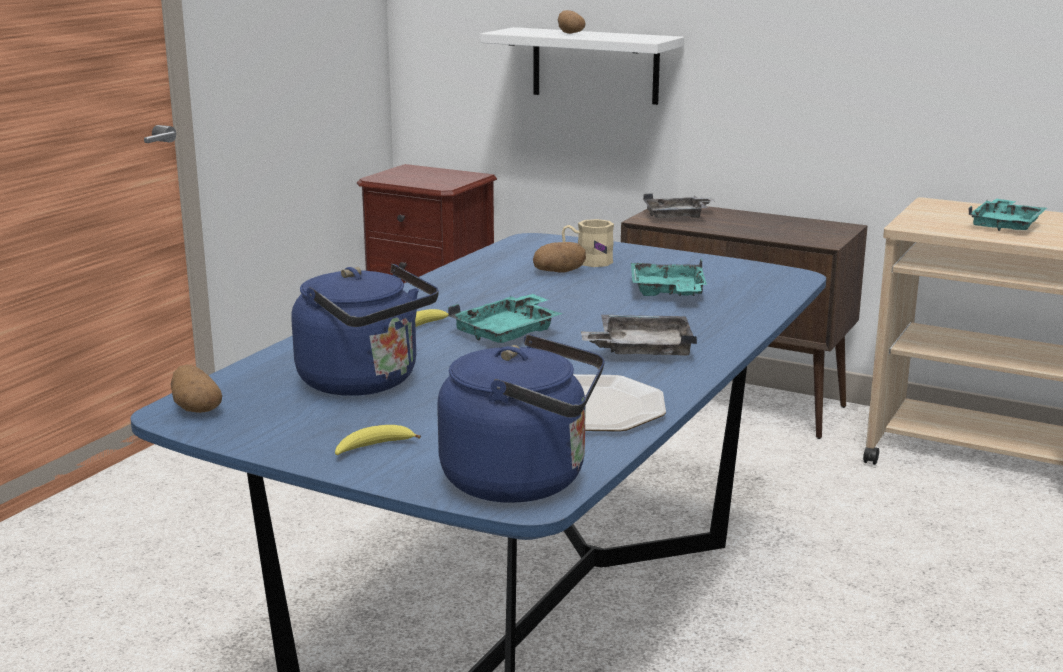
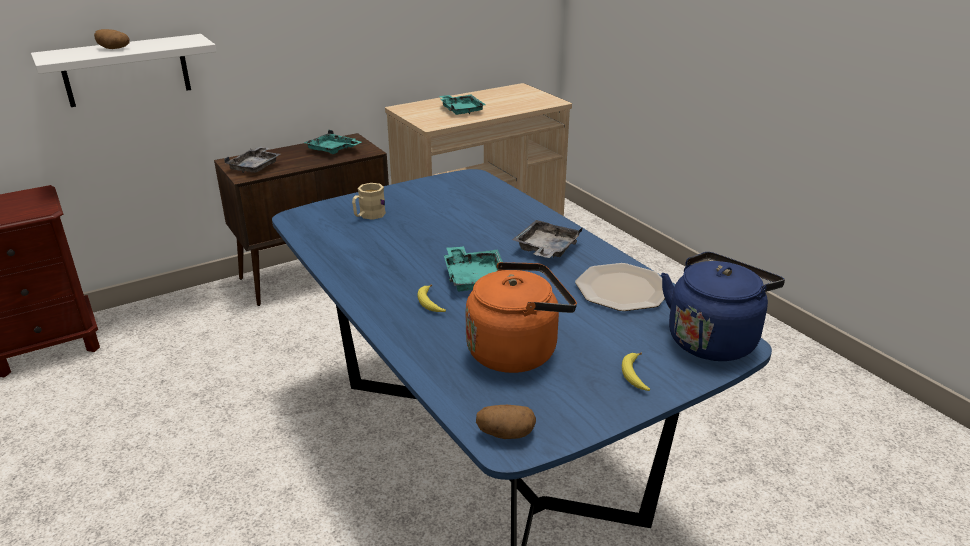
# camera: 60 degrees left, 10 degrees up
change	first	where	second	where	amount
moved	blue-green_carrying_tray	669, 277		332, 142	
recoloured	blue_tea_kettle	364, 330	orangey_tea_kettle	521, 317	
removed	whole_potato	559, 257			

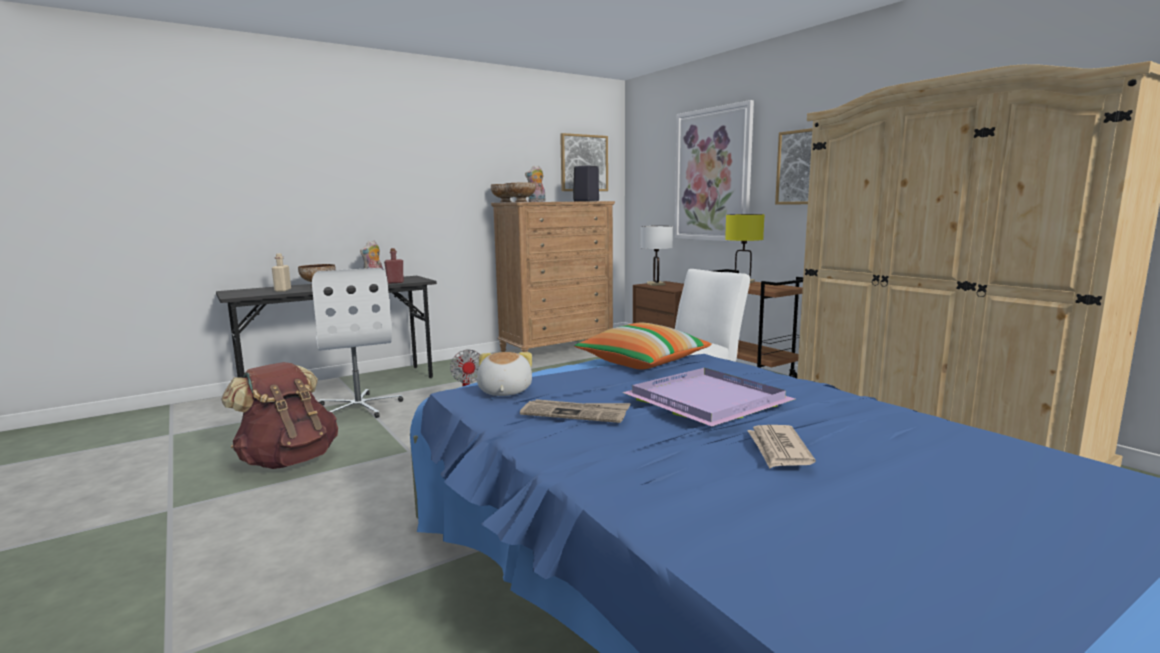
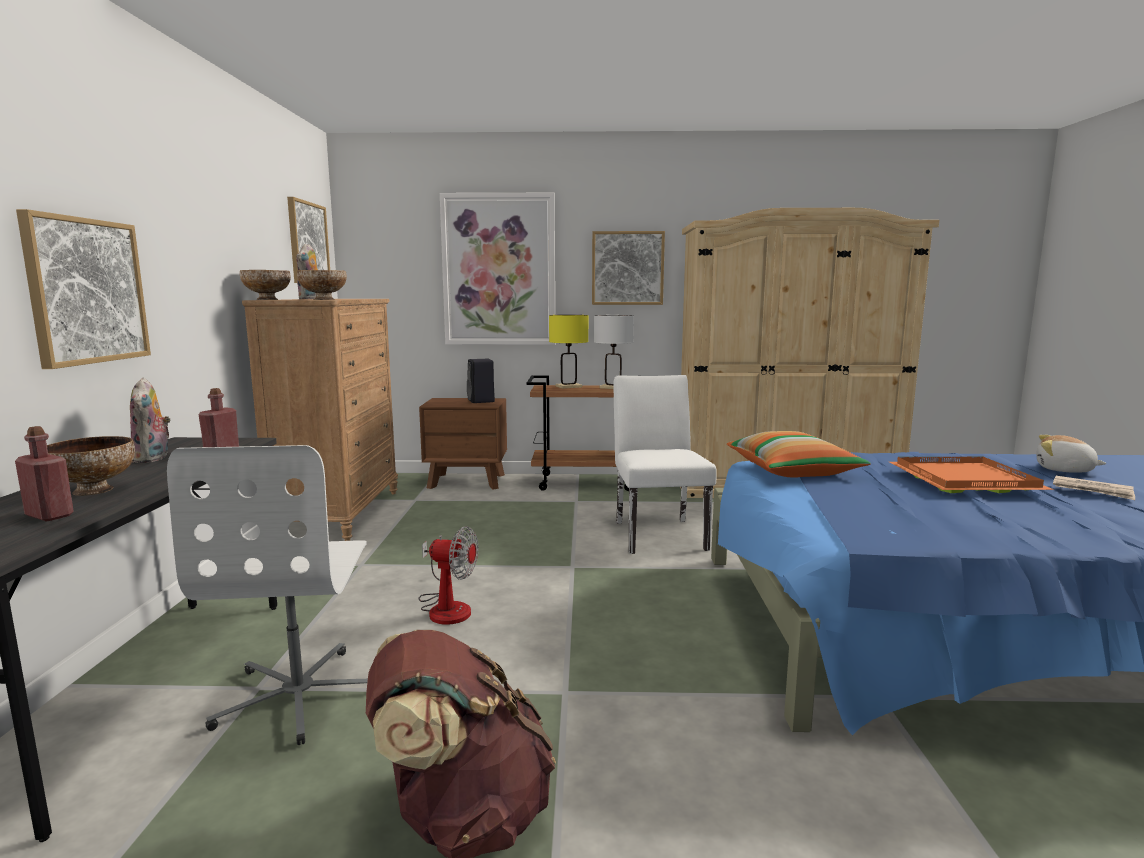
# camera: 55 degrees left, 0 degrees up
change	first	where	second	where	amount
recoloured	sand-coloured_bottle	281, 272	reddish_bottle	44, 473	
added			picture	83, 289	
turned	whitish_computer_chair	357, 343		267, 595	75 degrees clockwise
moved	black-coloured_audio_speaker	586, 183		481, 381	
moved	whitish_tabletop_lamp	657, 256		614, 352	
recoloured	purple-coloured_carrying_tray	708, 397	orangey_carrying_tray	972, 475	
moved	plush_toy	504, 374		1071, 454	
removed	newspaper	575, 411			

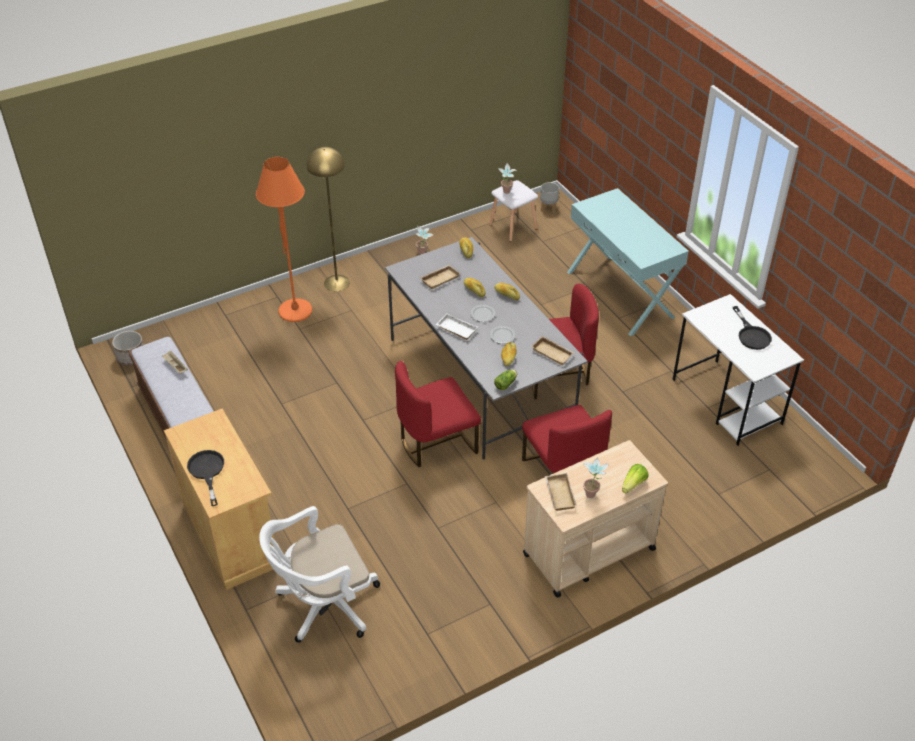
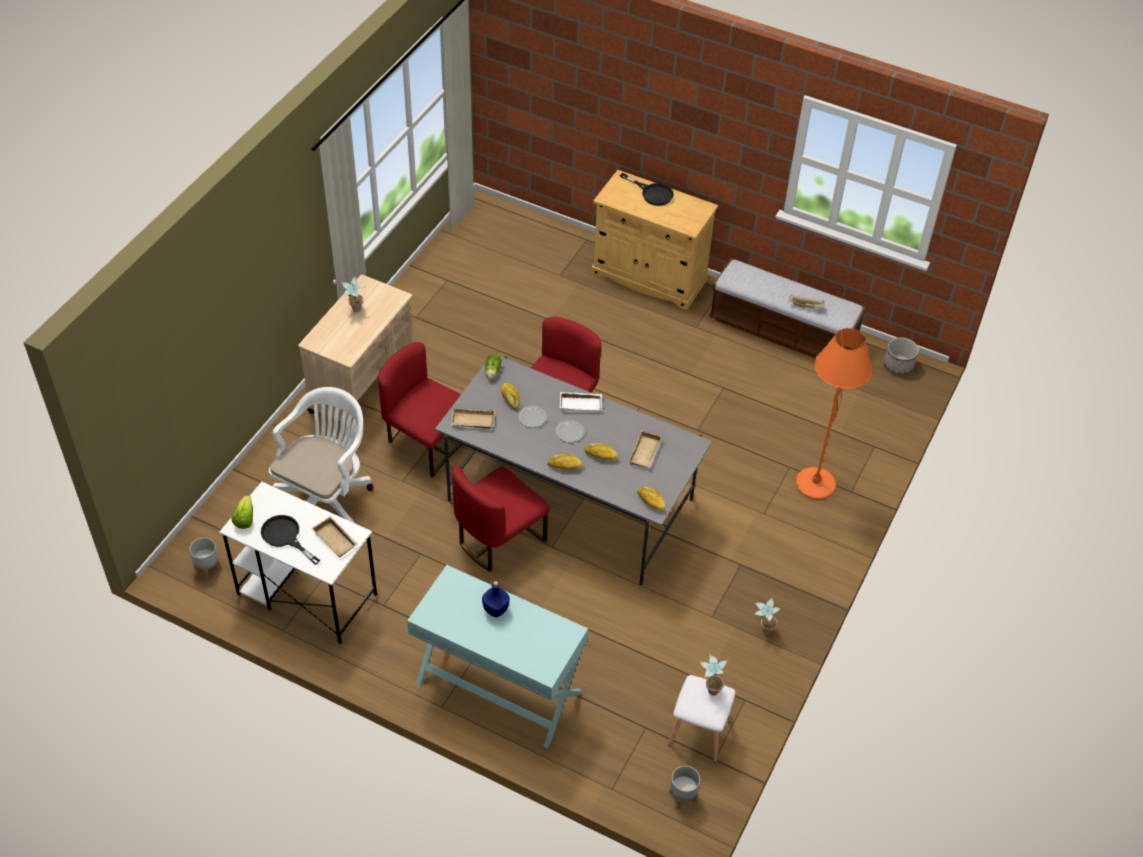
# camera: 145 degrees right, 5 degrees up
change	first	where	second	where	amount
added			greyish_flower_pot	205, 558	
moved	lettuce	635, 479		242, 512	
moved	whitish_computer_chair	319, 574		321, 455	
moved	sand-coloured_carrying_tray	561, 492		335, 537	
added			blue_bottle	496, 599	
removed	yellow-coloured_standard_lamp	328, 219			

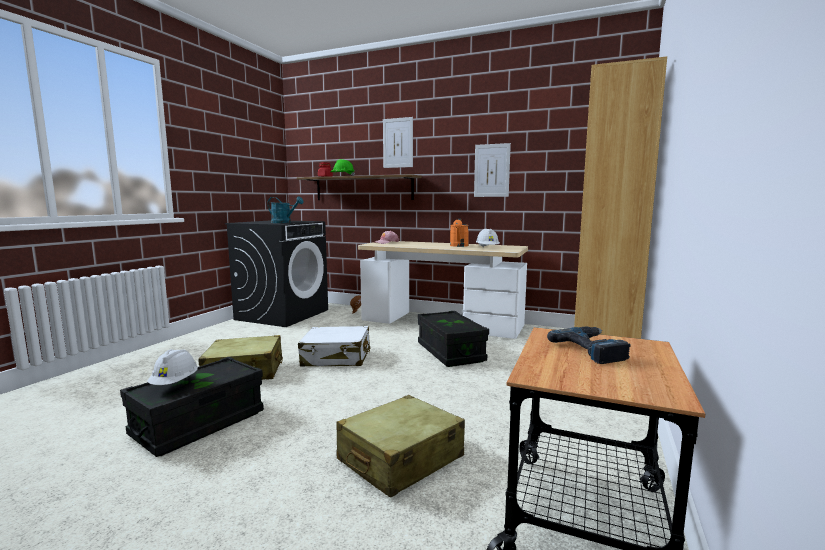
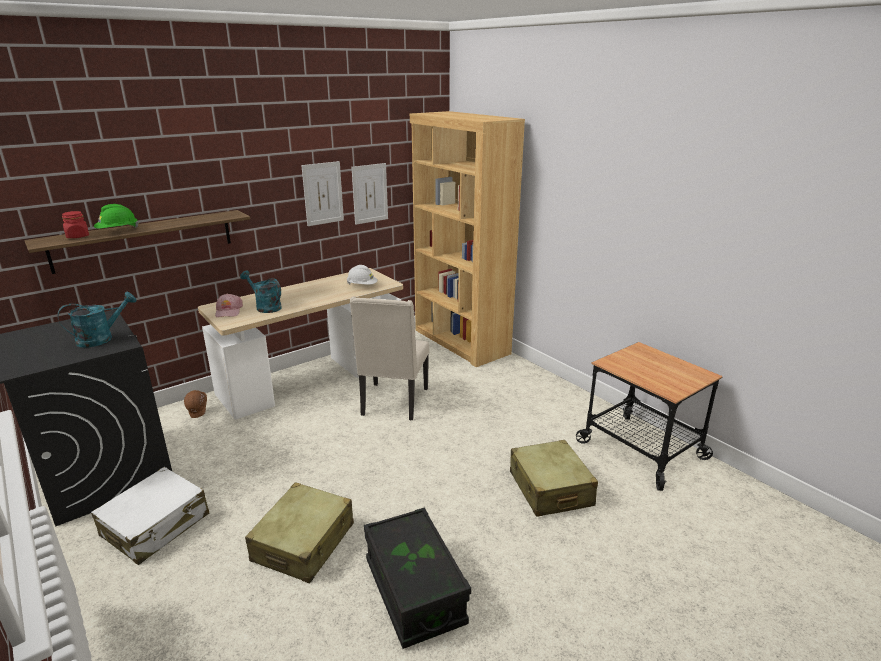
# camera: 60 degrees left, 15 degrees up
change	first	where	second	where	amount
moved	whitish_travel_case	334, 346		150, 516	
added			blue-green_sprinkling_can	261, 292	
replaced	black-coloured_storage_bin	453, 339	sand-coloured_upright_chair	389, 358	
moved	picture	398, 142		370, 194	
removed	whitish_work_helmet	173, 367			
removed	orangey_sprinkling_can	459, 233			
removed	drill	589, 345			

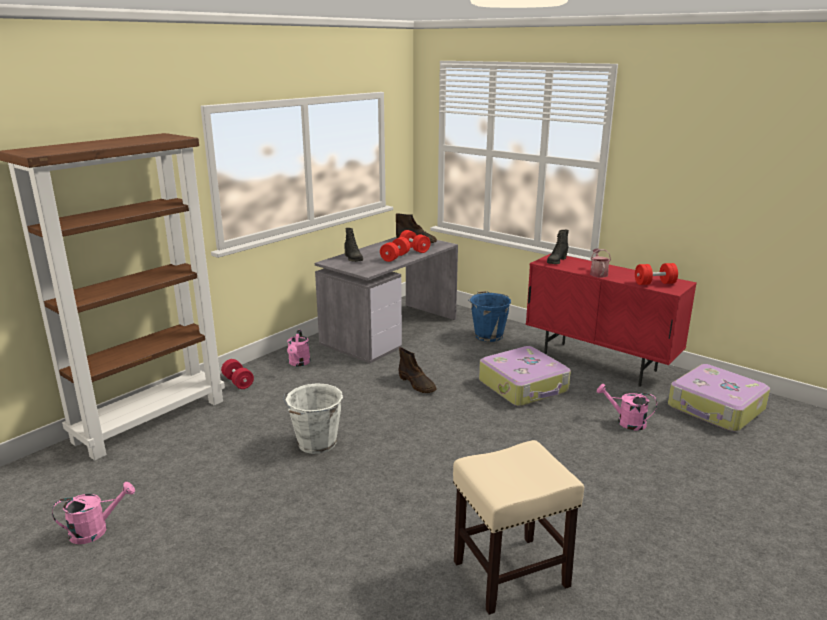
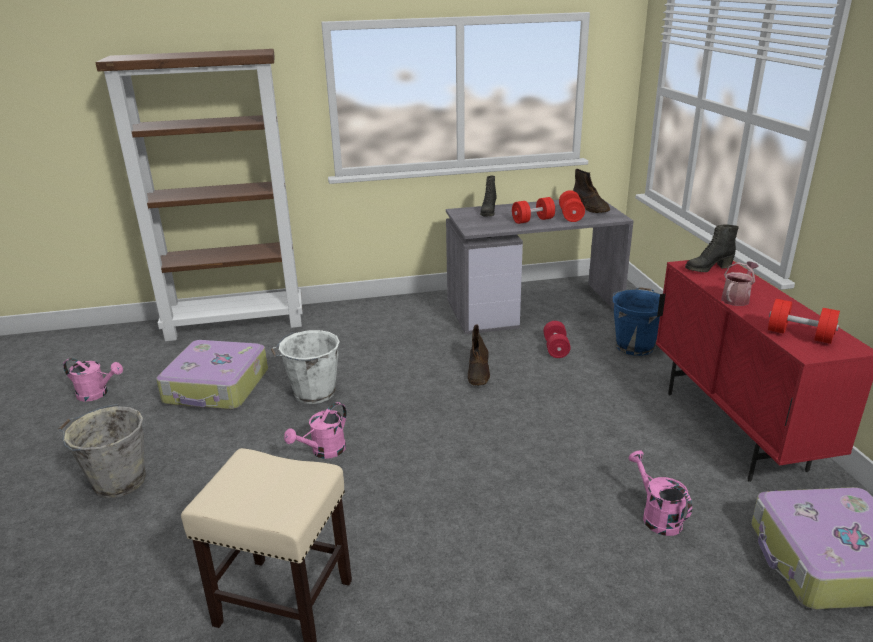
# camera: 40 degrees right, 5 degrees up
change	first	where	second	where	amount
added			greyish_bucket	102, 451	
moved	travel_case	525, 376		212, 375	
moved	pinkish_sprinkling_can	299, 348		315, 430	
moved	reddish_hand_weight	237, 374		557, 339	

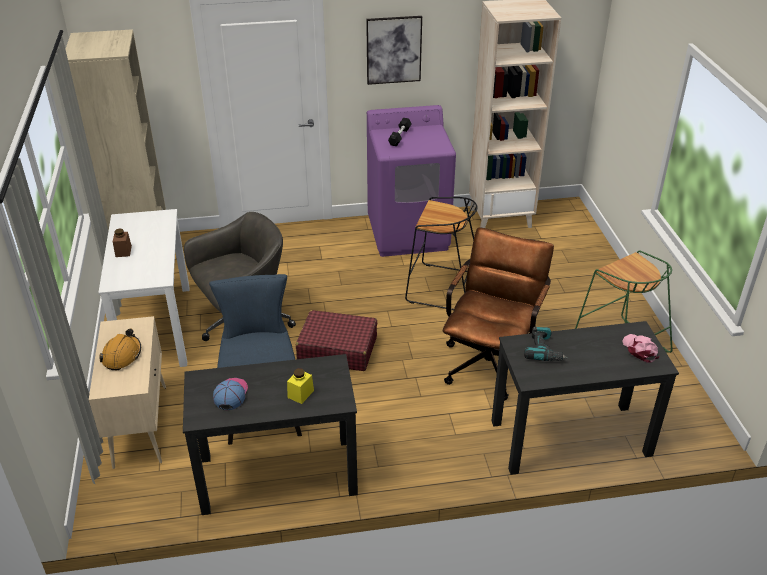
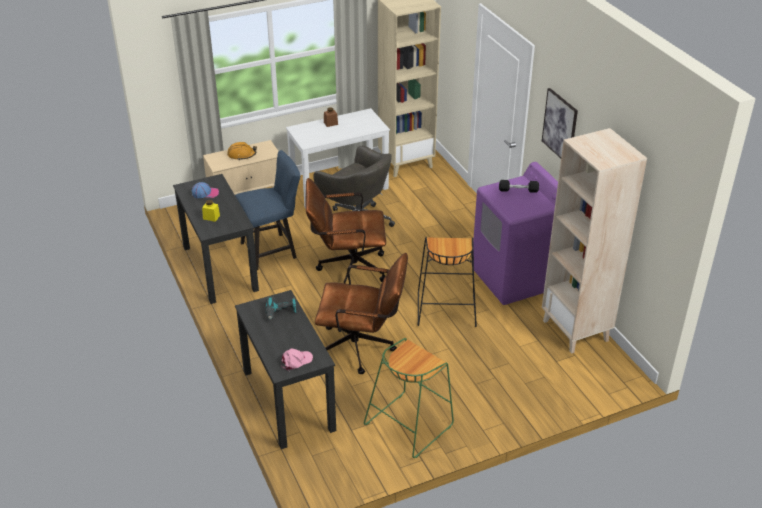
# camera: 75 degrees right, 0 degrees up
change	first	where	second	where	amount
replaced	reddish_travel_case	336, 340	brown_computer_chair	346, 231	

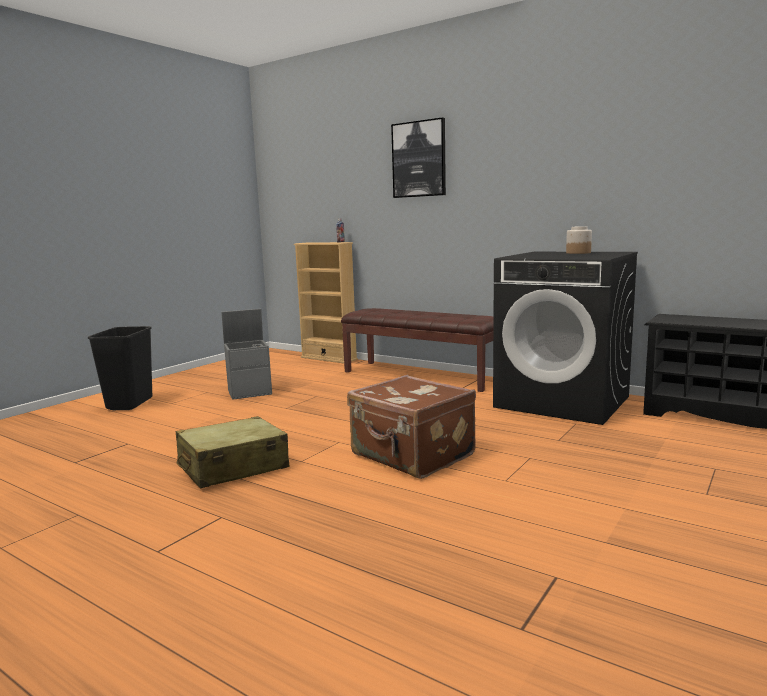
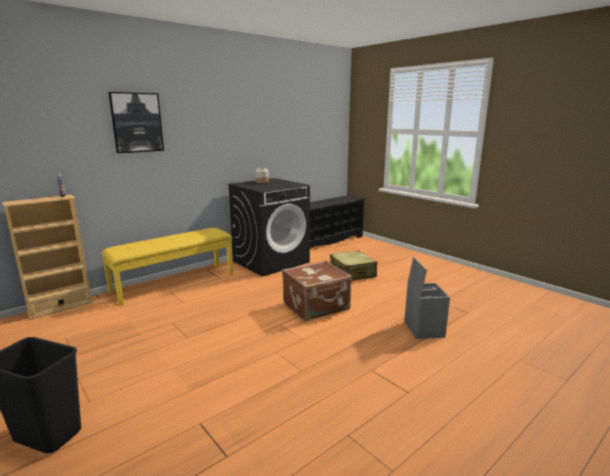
# camera: 75 degrees left, 5 degrees up
change	first	where	second	where	amount
recoloured	brown_long_seat	417, 350	yellow-coloured_long_seat	167, 267	
moved	sand-coloured_travel_case	233, 452		353, 265	
moved	greyish_storage_bin	246, 354		427, 298	

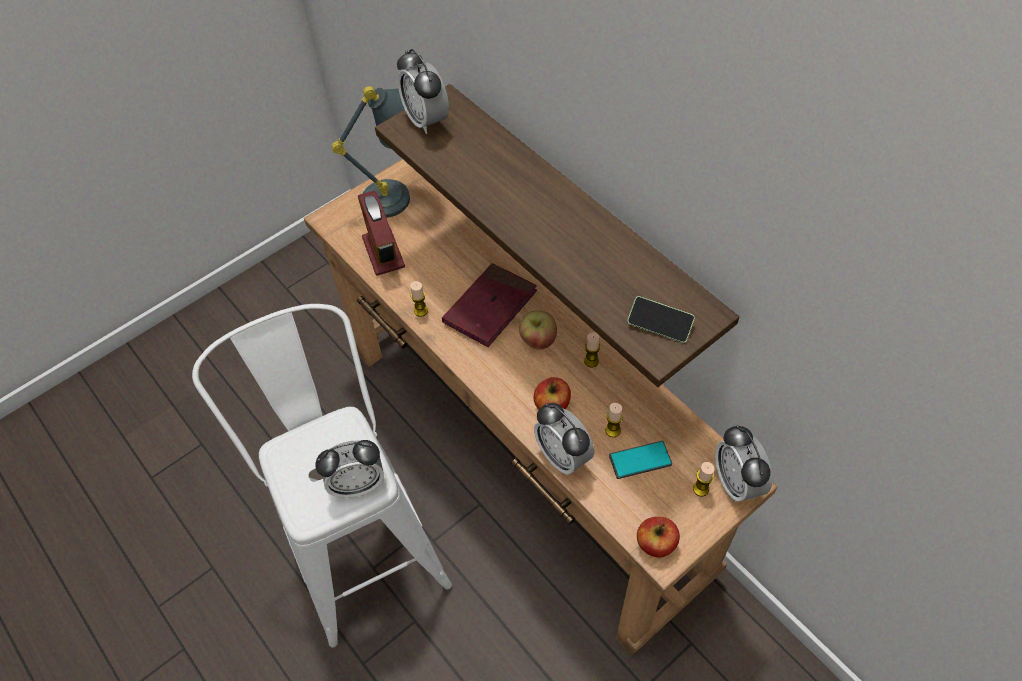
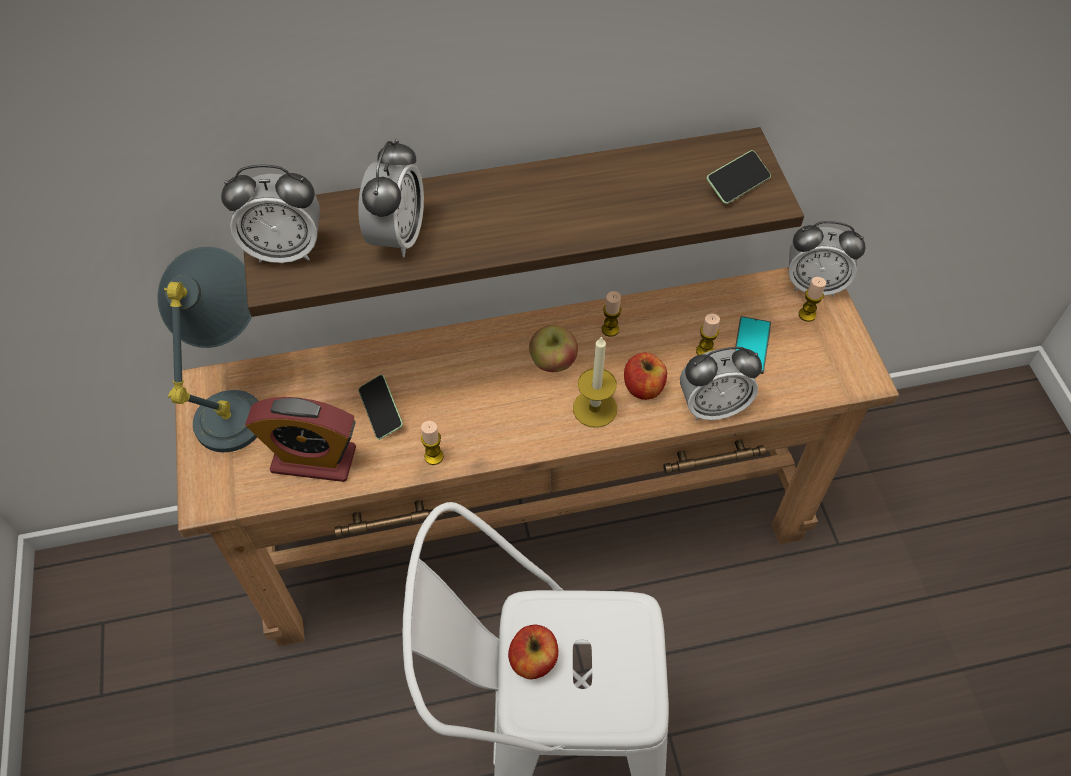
# camera: 65 degrees left, 0 degrees up
change	first	where	second	where	amount
moved	bedside_clock	349, 469		391, 198	
added			phone	380, 407	
moved	apple_fruit	658, 537		533, 652	
added			wax_light	595, 382	
removed	reddish_volume	489, 305			

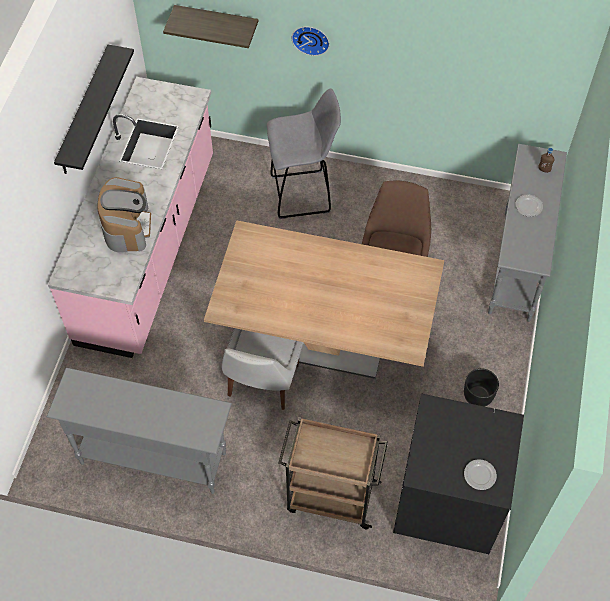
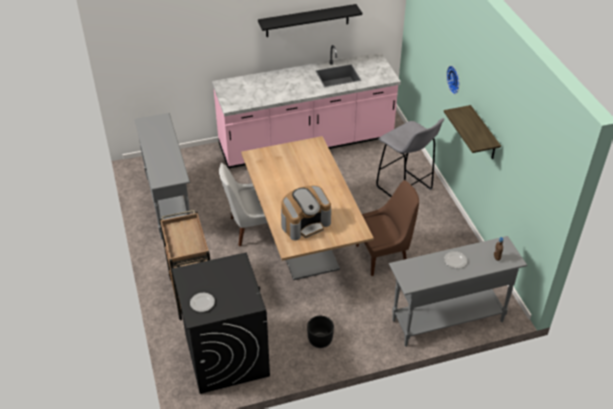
# camera: 60 degrees right, 15 degrees down
change	first	where	second	where	amount
moved	coffee_maker	124, 214		306, 213	
moved	wall_shelf	210, 26		472, 132	

